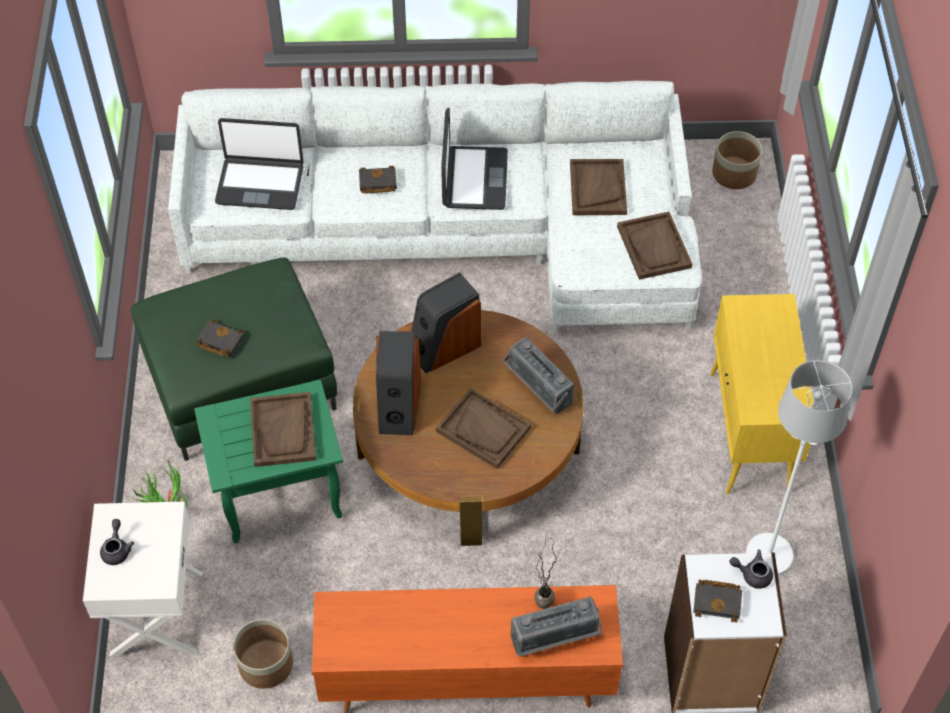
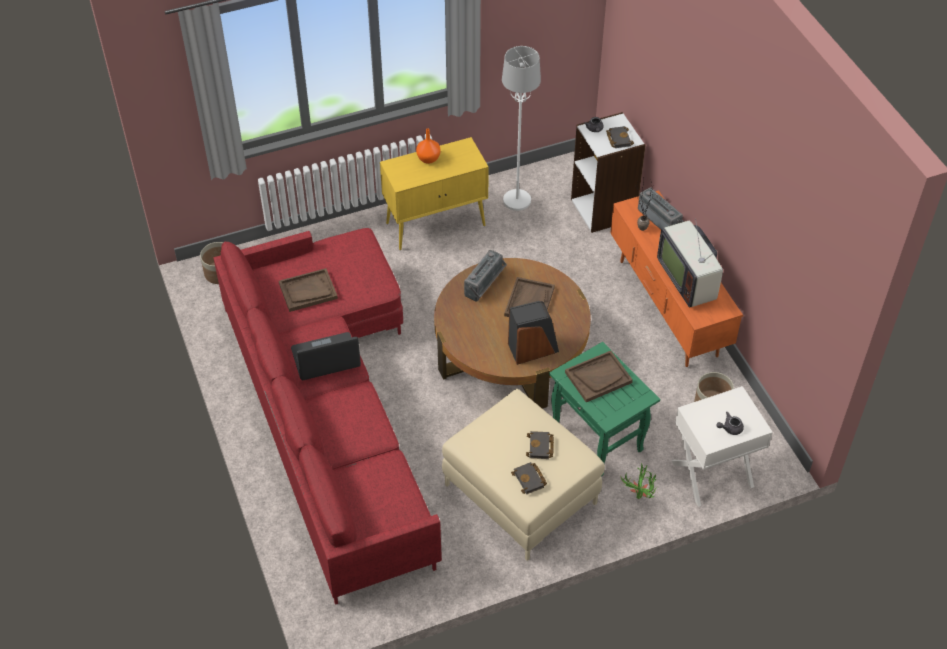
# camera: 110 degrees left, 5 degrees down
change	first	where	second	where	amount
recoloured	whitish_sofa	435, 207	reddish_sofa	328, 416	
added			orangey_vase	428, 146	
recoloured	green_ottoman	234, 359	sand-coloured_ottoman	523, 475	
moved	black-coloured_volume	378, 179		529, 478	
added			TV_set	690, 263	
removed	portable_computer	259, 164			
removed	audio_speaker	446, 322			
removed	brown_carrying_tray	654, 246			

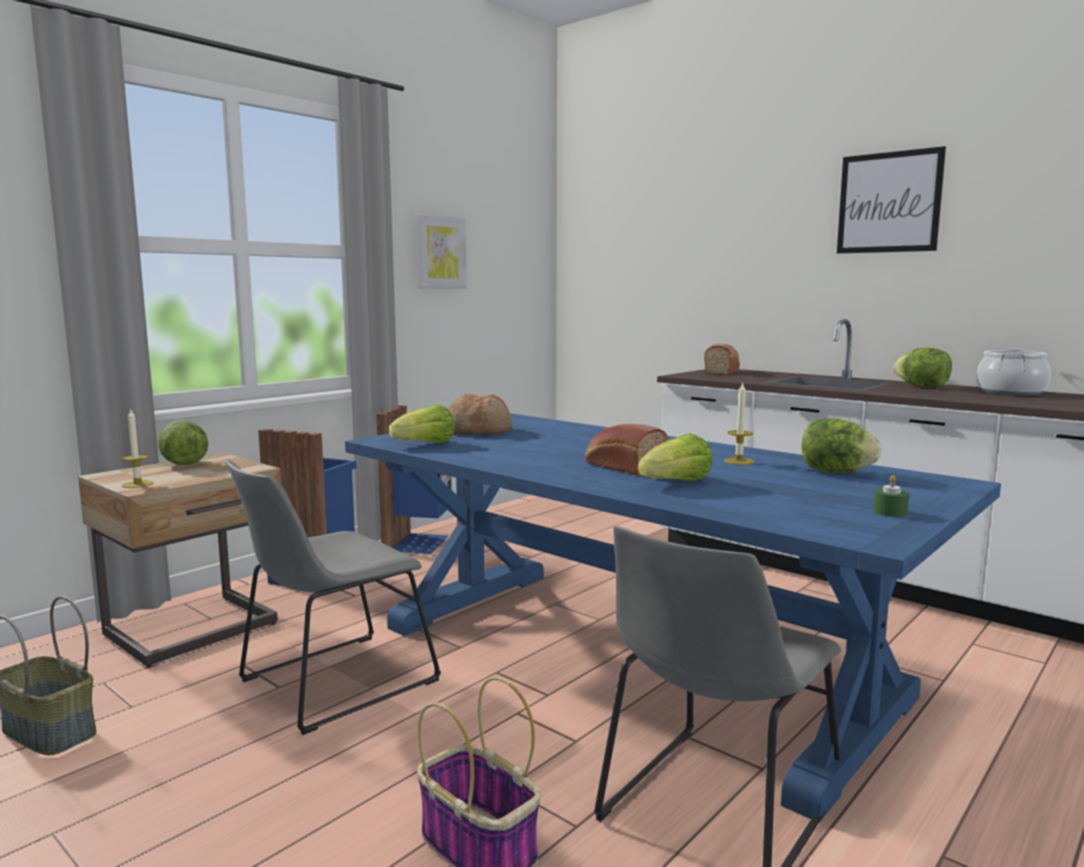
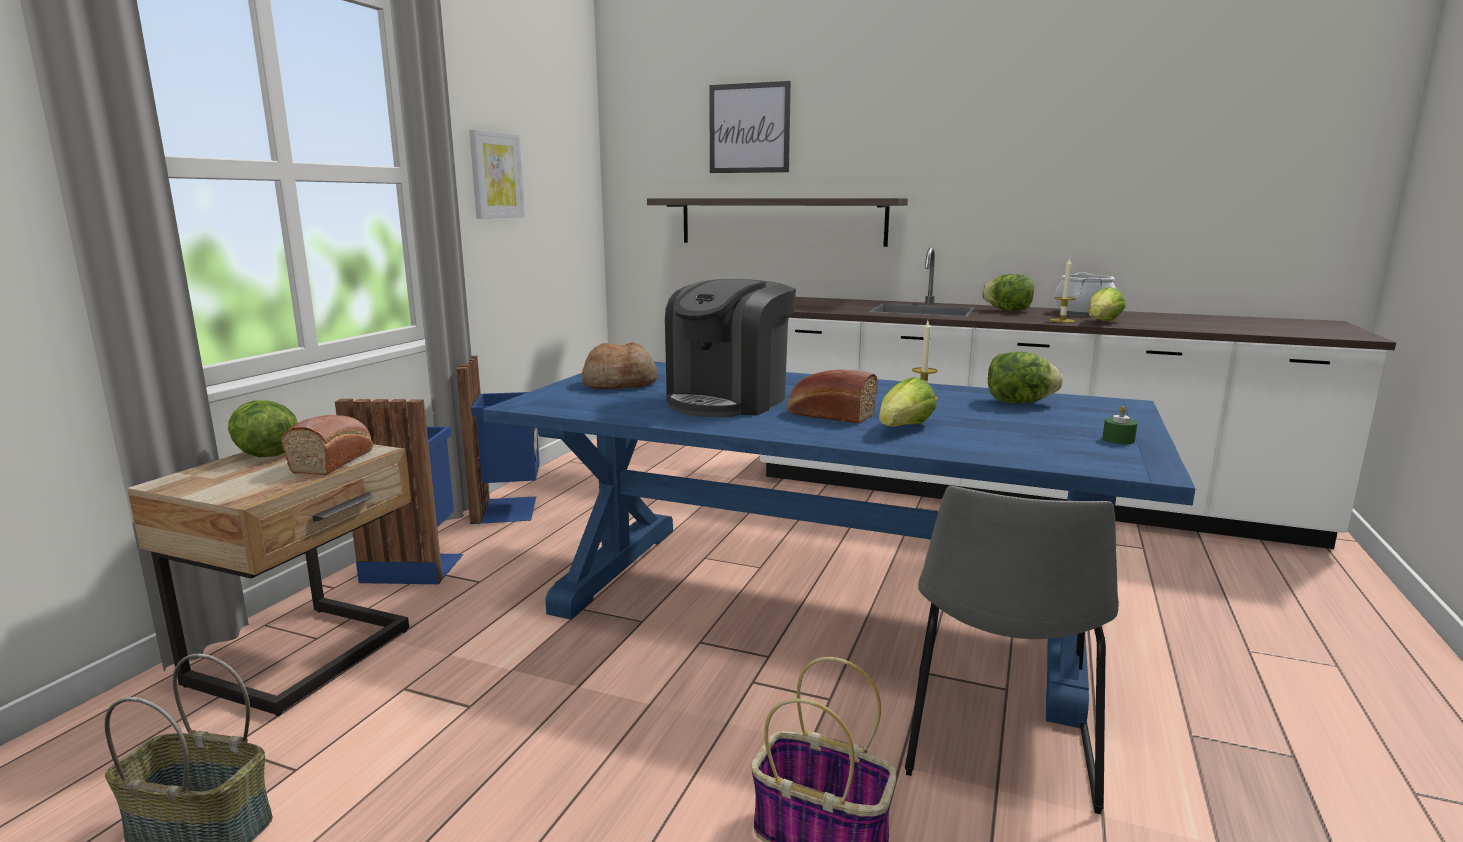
# camera: 20 degrees left, 5 degrees up
change	first	where	second	where	amount
moved	baked_bread	722, 359		327, 445	
added			wall_shelf	777, 222	
added			coffee_maker	730, 348	
moved	picture	891, 200		750, 127	
moved	wax_light	138, 449		1063, 290	
moved	lettuce	421, 424		1106, 304	
removed	greyish_upright_chair	333, 597			

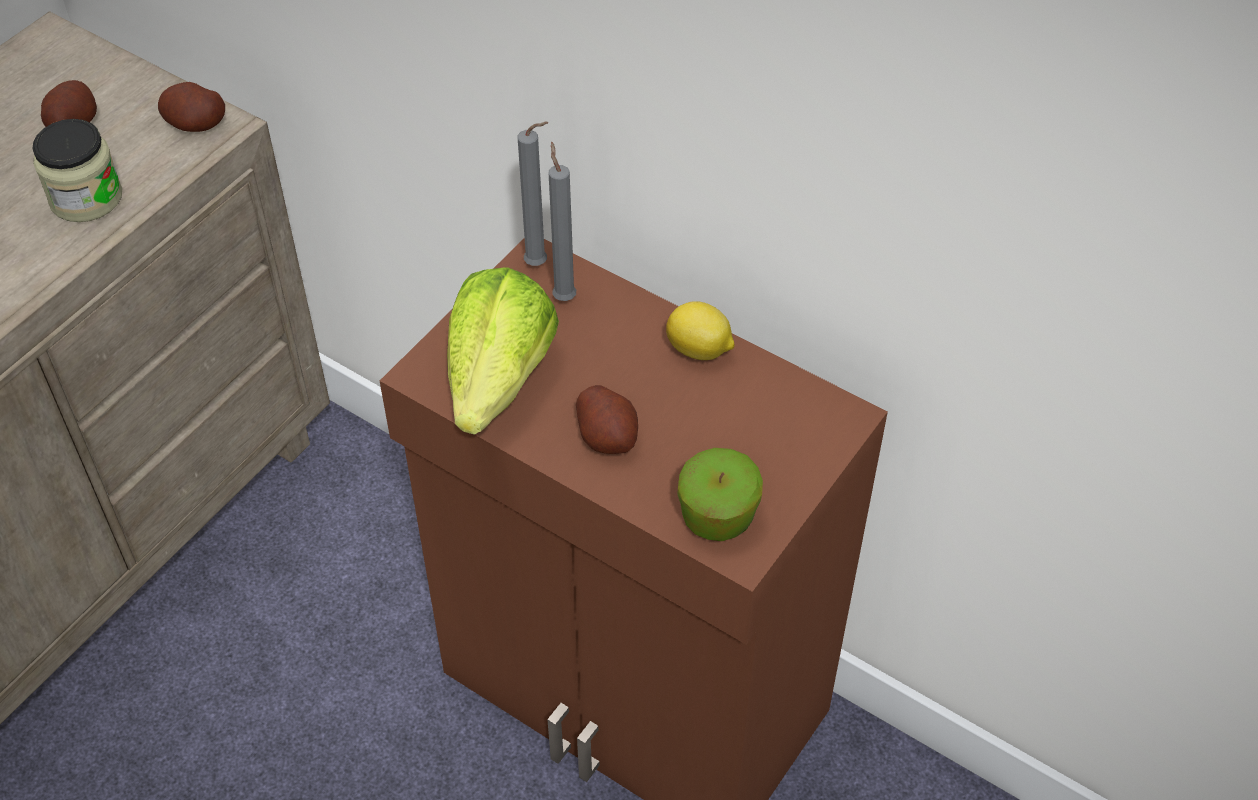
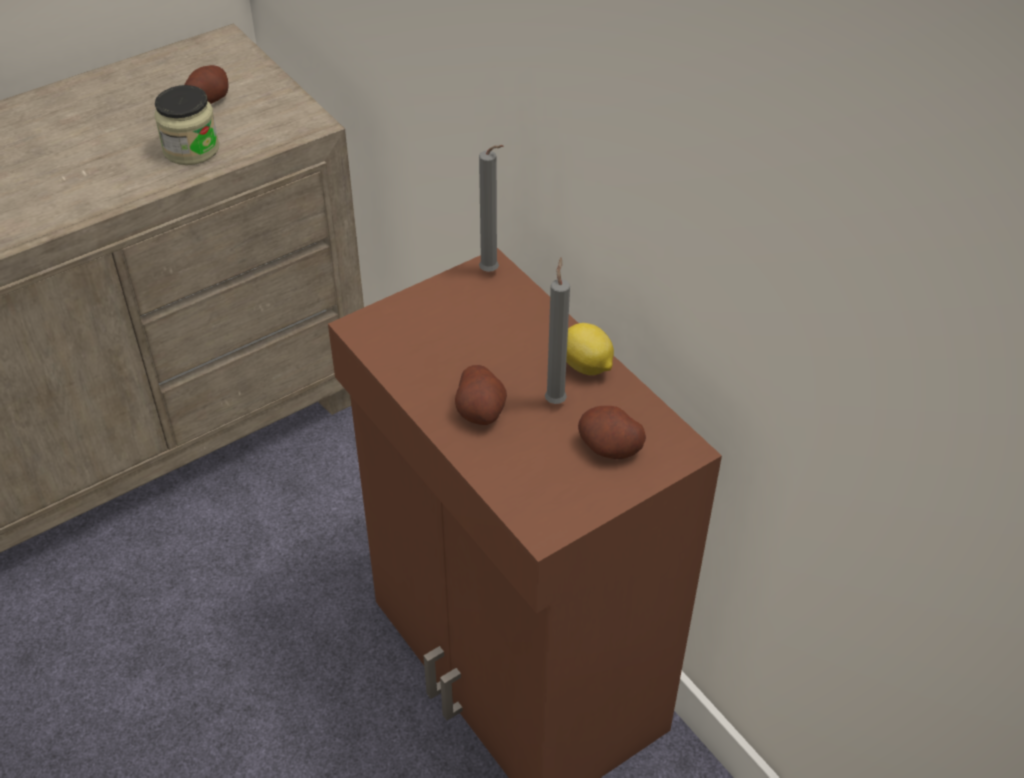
# camera: 20 degrees right, 5 degrees down
change	first	where	second	where	amount
moved	greyish_wax_light	562, 221		557, 331	
moved	whole_potato	191, 107		612, 432	
removed	lettuce	503, 351			
removed	apple_fruit	720, 494			

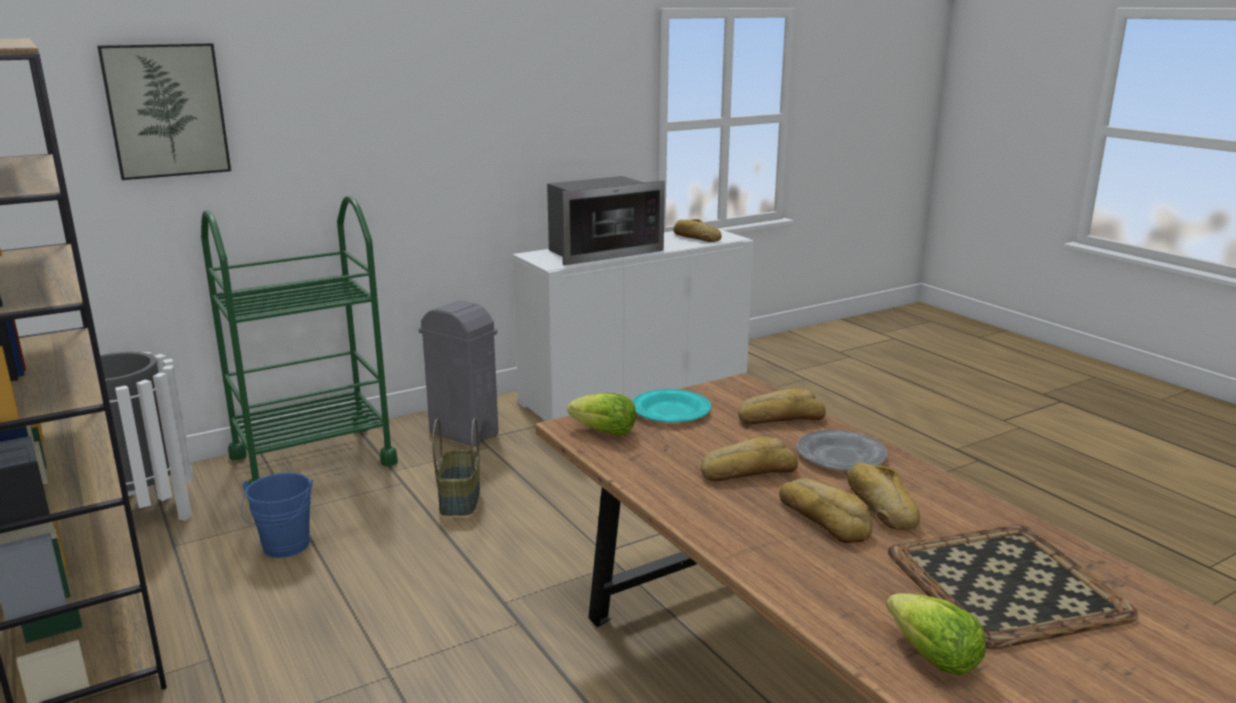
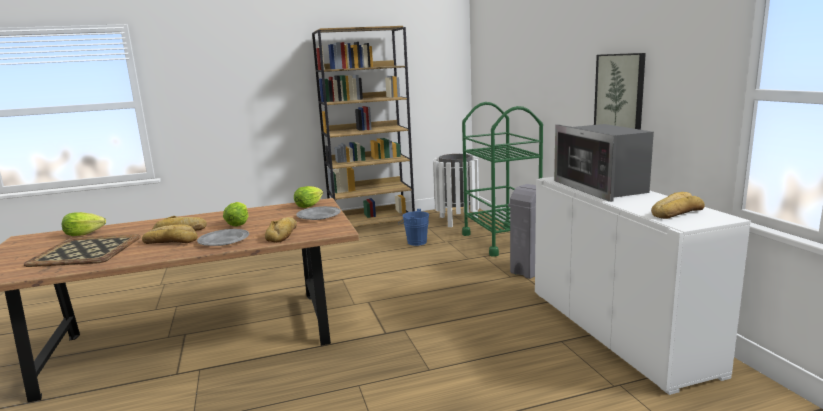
# camera: 105 degrees right, 5 degrees down
change	first	where	second	where	amount
replaced	baked_bread	749, 458	lettuce	236, 214	
recoloured	blue-green_flat_dish	672, 405	greyish_flat_dish	318, 213	
moved	picture	164, 111		620, 91	
removed	storage_basket	456, 467			

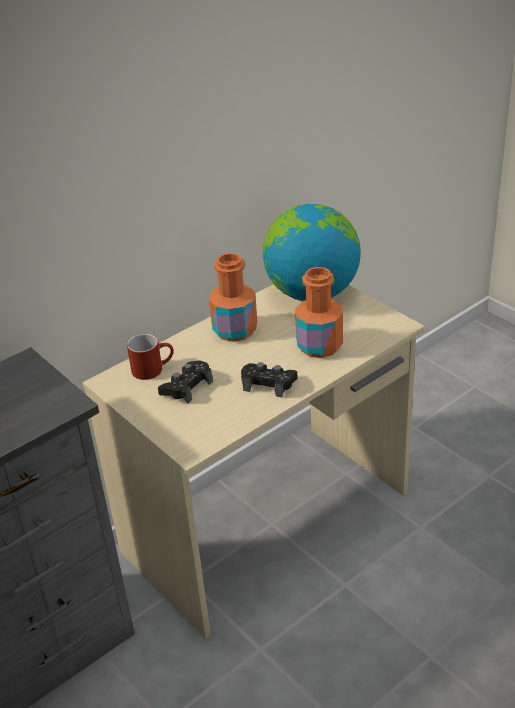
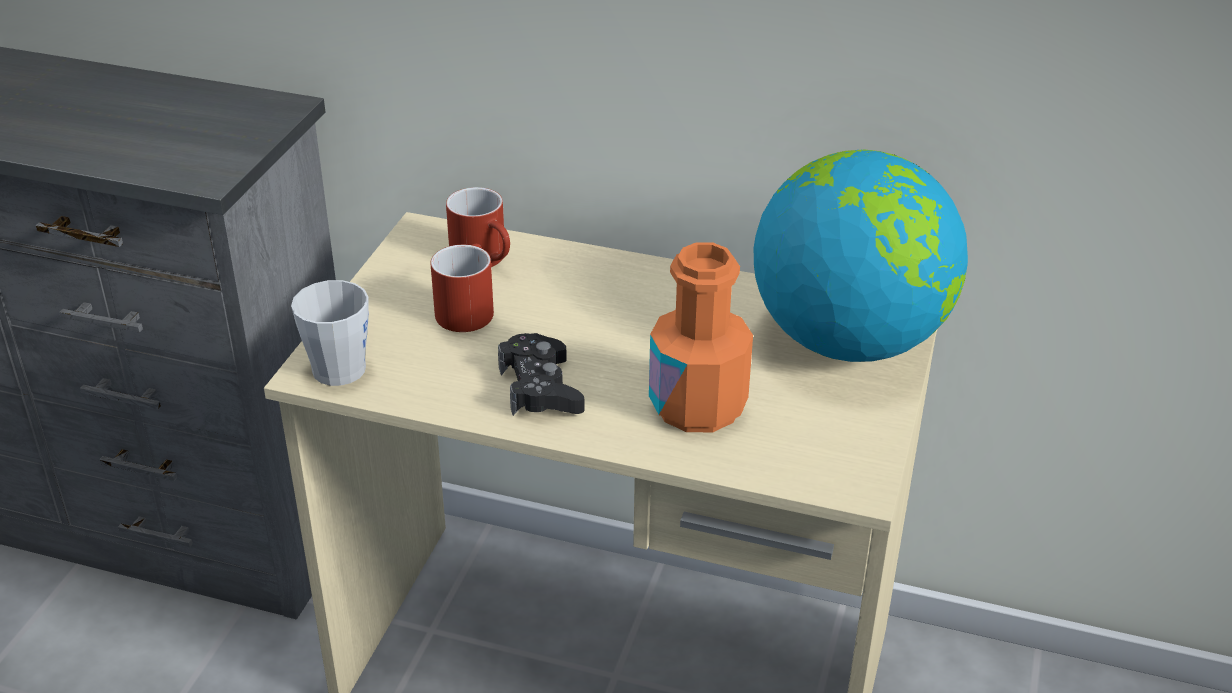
# camera: 55 degrees right, 0 degrees up
change	first	where	second	where	amount
added			greyish_tea_mug	330, 333	
replaced	black-coloured_joypad	185, 381	reddish_tea_mug	462, 288	
removed	orangey_bottle	233, 297			

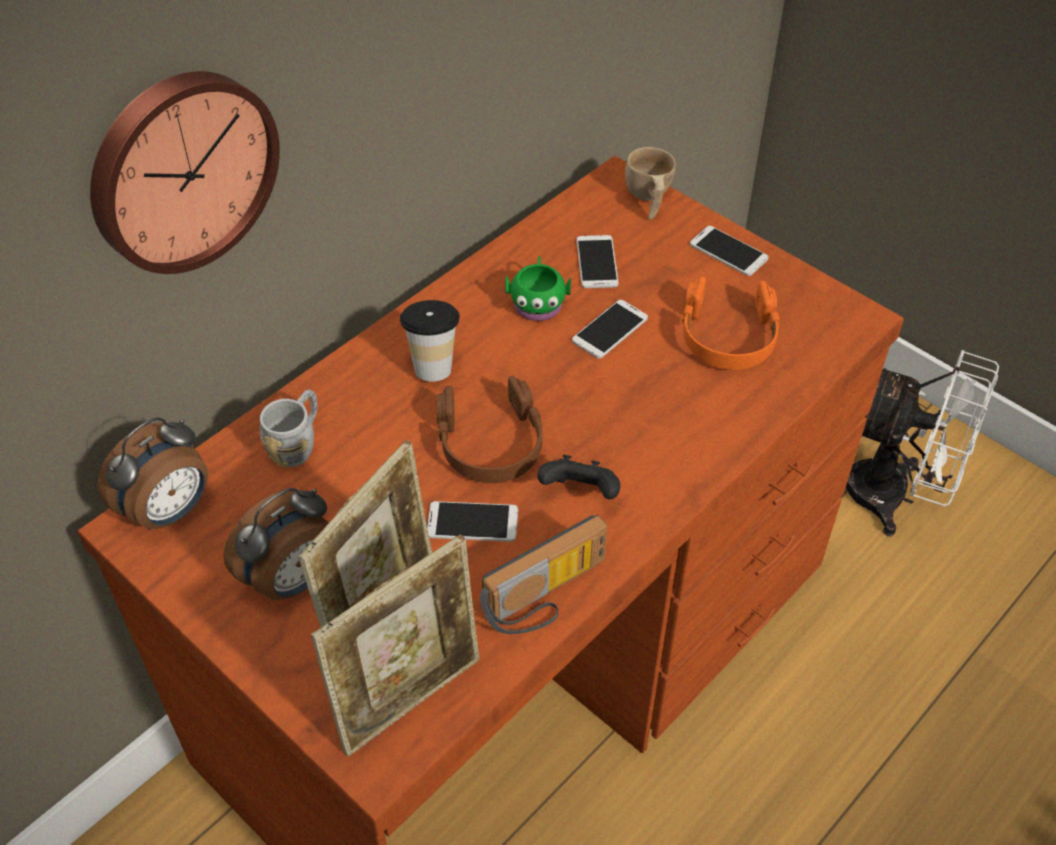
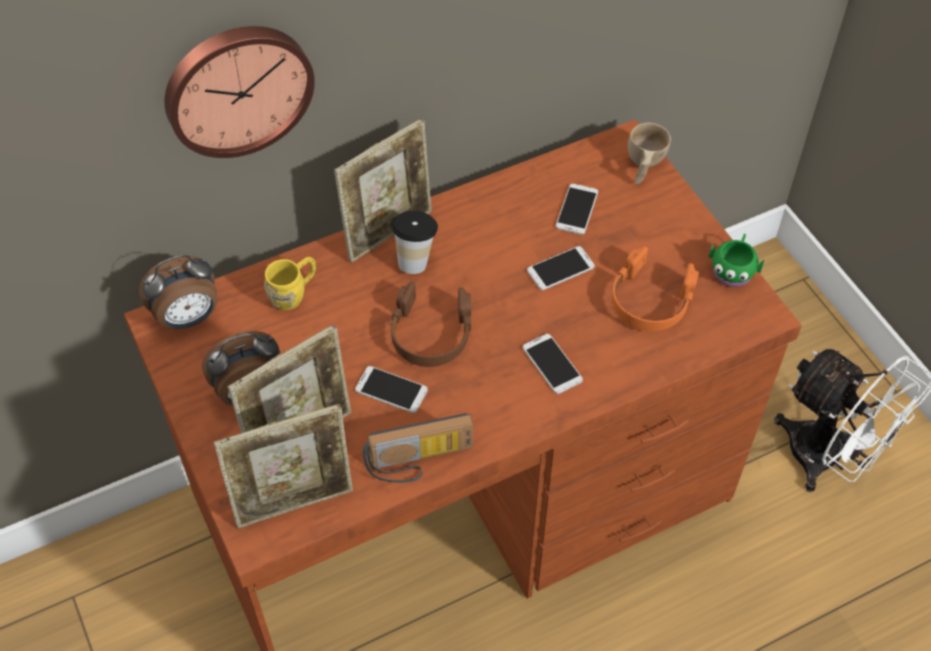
# camera: 20 degrees right, 5 degrees up
change	first	where	second	where	amount
recoloured	greyish_tea_mug	288, 428	yellow-coloured_tea_mug	290, 283	
added			photo_frame	383, 190	
moved	phone	729, 251		553, 364	
moved	green_tea_mug	538, 288		737, 260	
removed	black-coloured_joypad	578, 477			

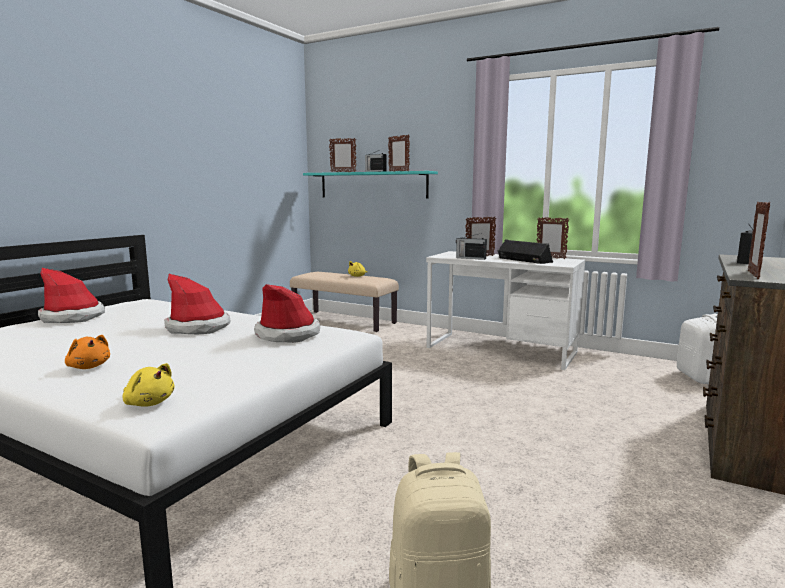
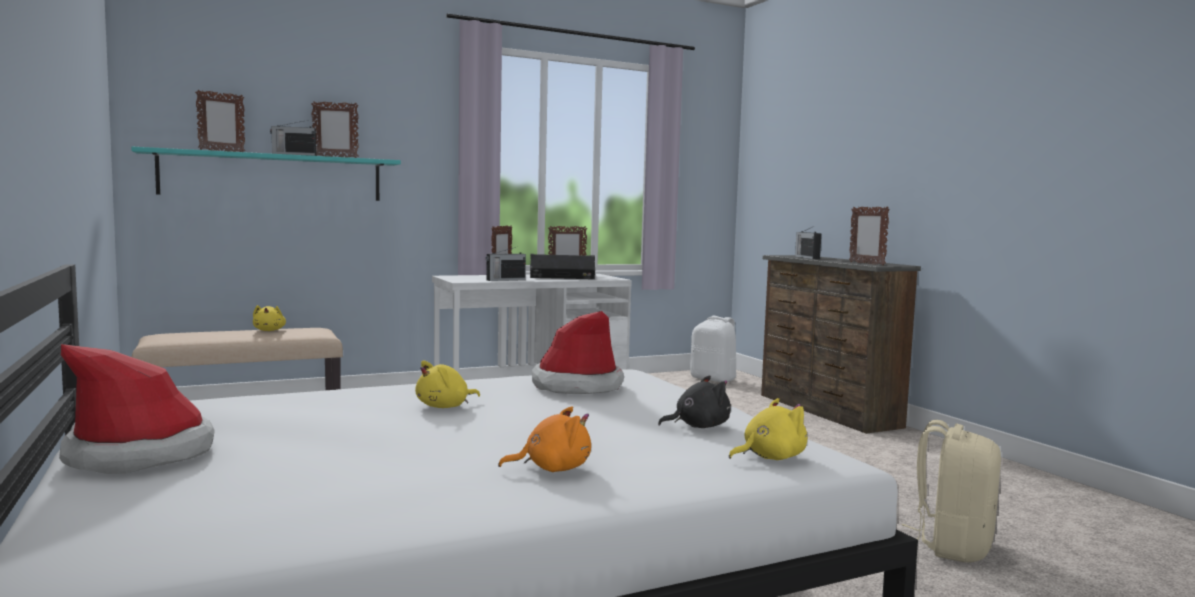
# camera: 55 degrees left, 5 degrees down
change	first	where	second	where	amount
replaced	clothing_hat	197, 304	yellow-coloured_plush_toy	447, 384	
added			black-coloured_plush_toy	694, 401	

